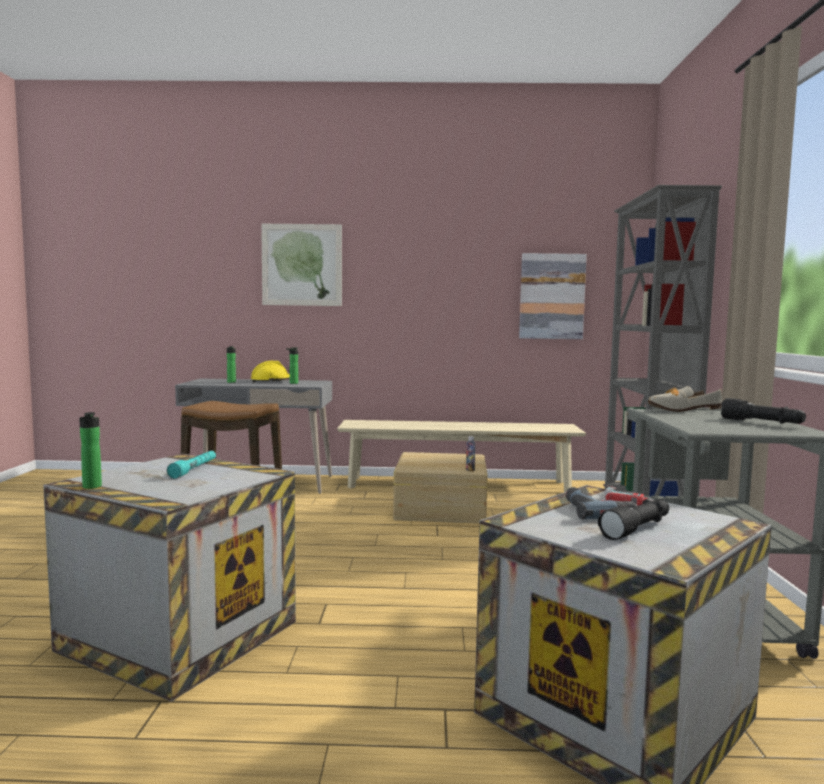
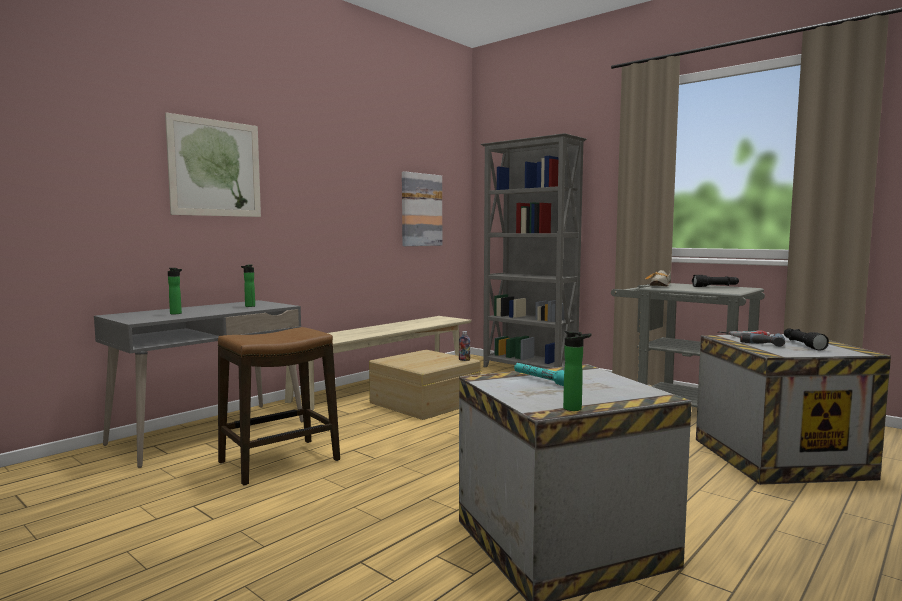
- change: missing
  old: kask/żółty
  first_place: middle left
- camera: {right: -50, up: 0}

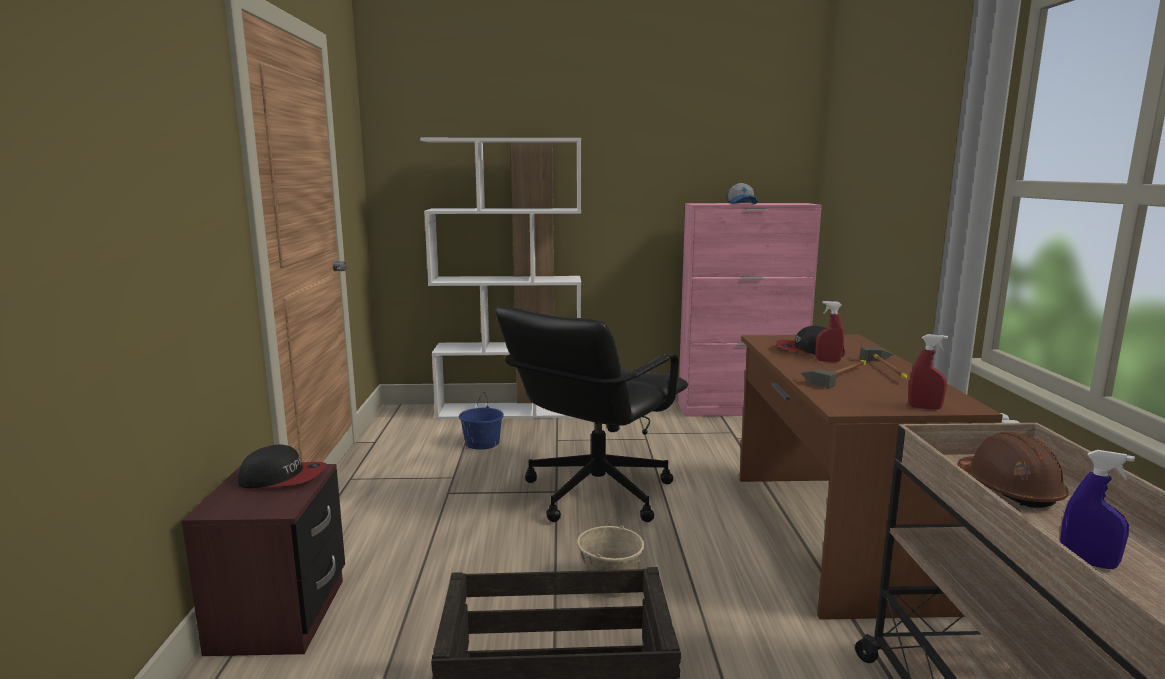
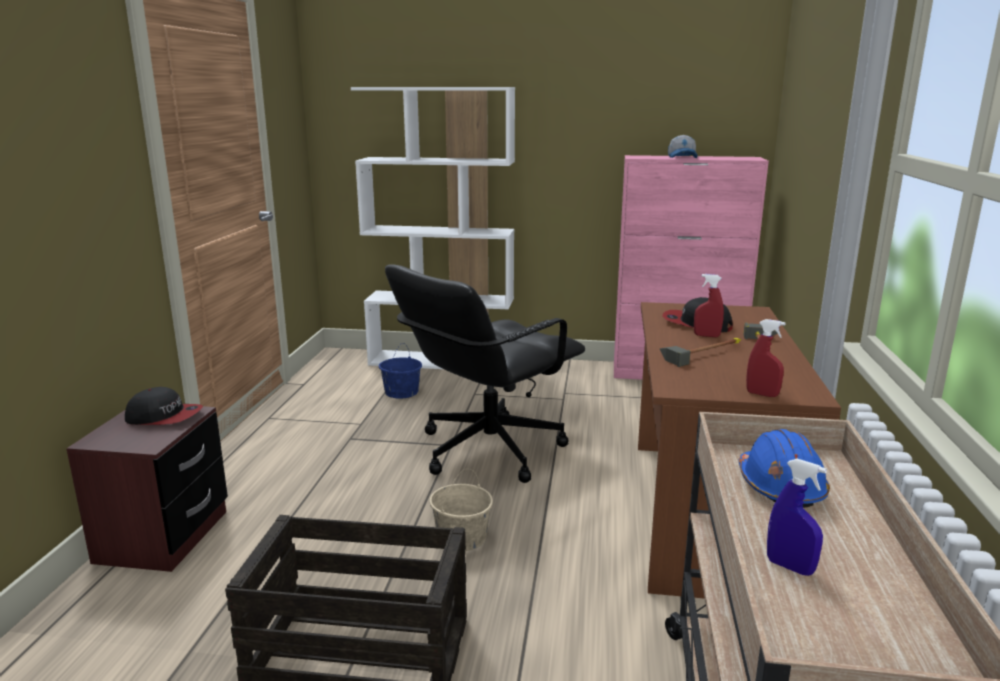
- change: colour
  old: kask/brązowy
  new: kask/niebieski
  first_place: bottom right
  second_place: bottom right
- camera: {right: 10, up: 5}

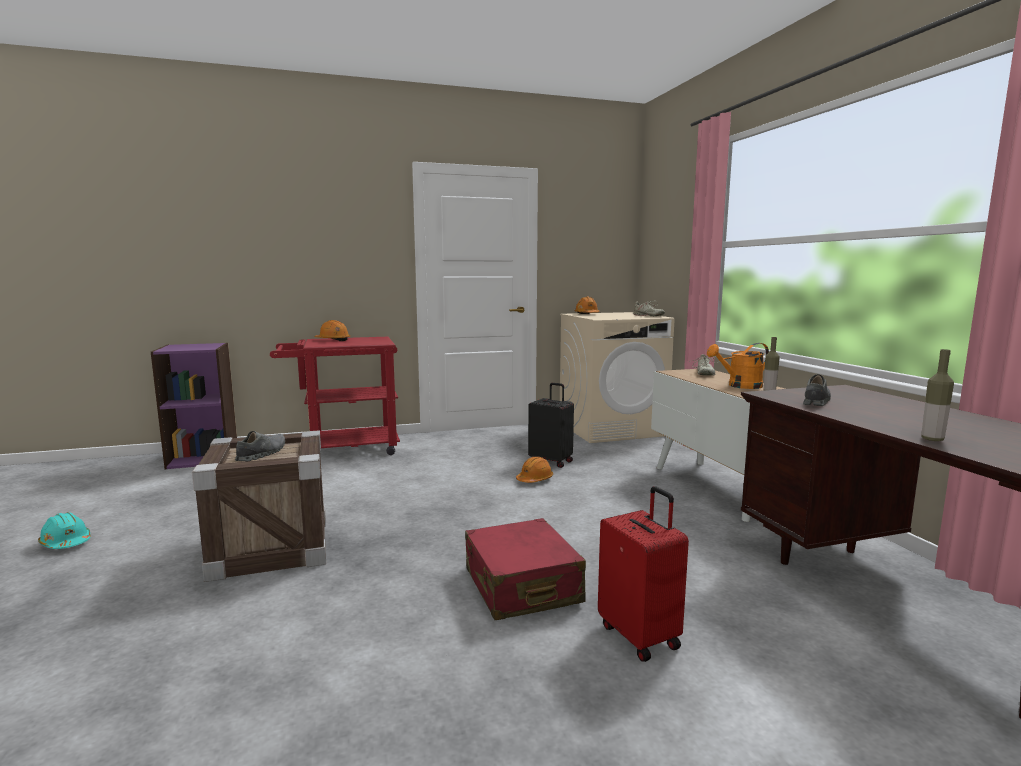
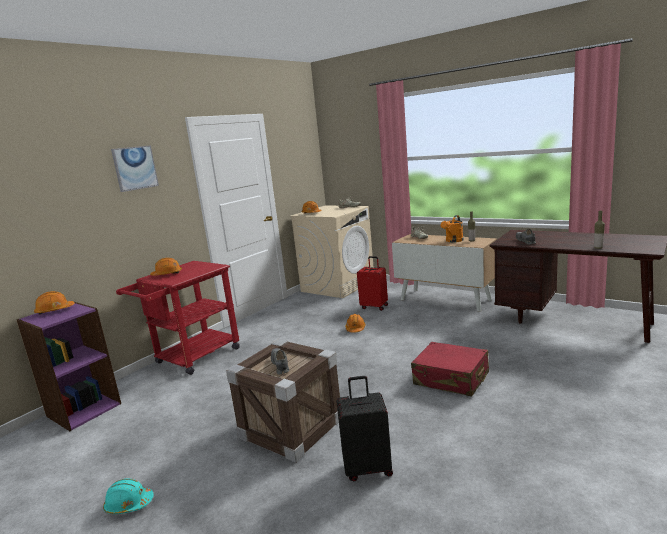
- change: relocated
  old: walizka/czarny
  first_place: centre
  second_place: bottom centre
- change: relocated
  old: walizka/czerwony (no. 2 from left in the first image)
  new: walizka/czerwony (no. 1 from left)
  first_place: bottom centre
  second_place: centre
- change: appeared
  new: kask/pomarańczowy (no. 1 from left)
  second_place: middle left
- change: appeared
  new: obraz
  second_place: top left
- camera: {right: -35, up: 5}

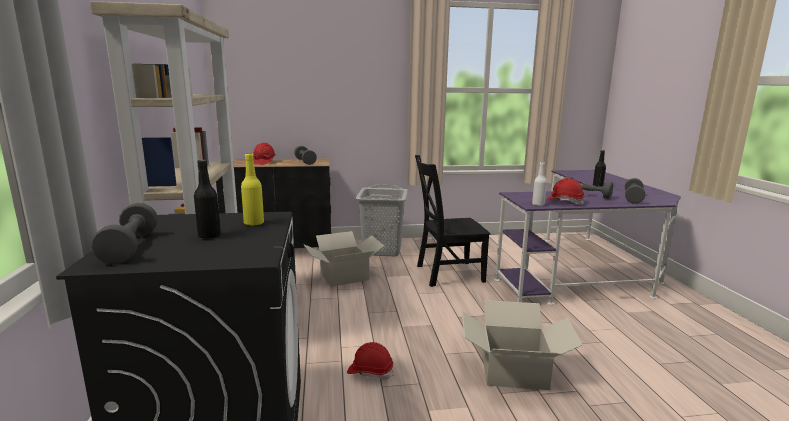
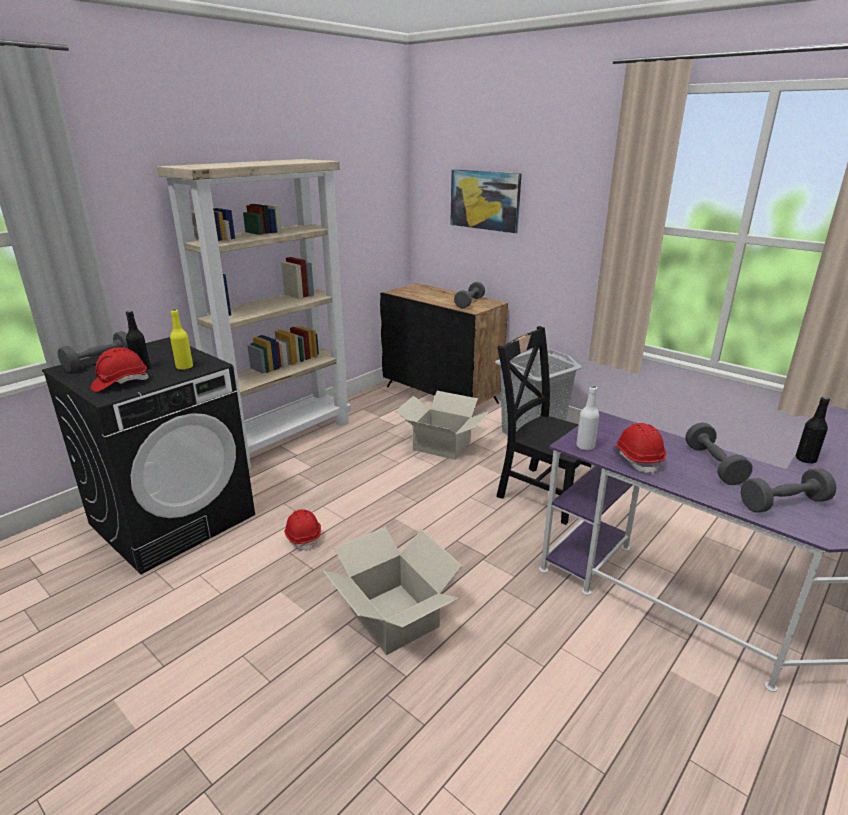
- change: relocated
  old: kask/czerwony (no. 1 from left)
  first_place: centre
  second_place: middle left
- change: appeared
  new: obraz
  second_place: top centre
- camera: {right: 50, up: 10}

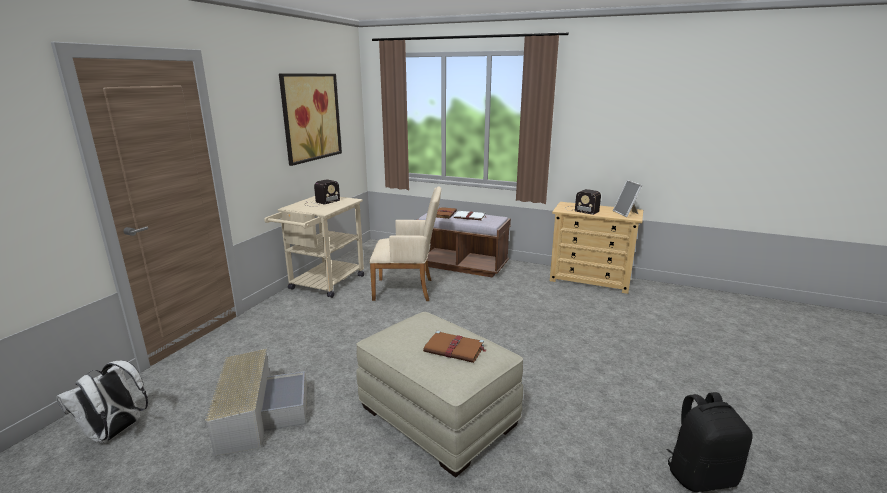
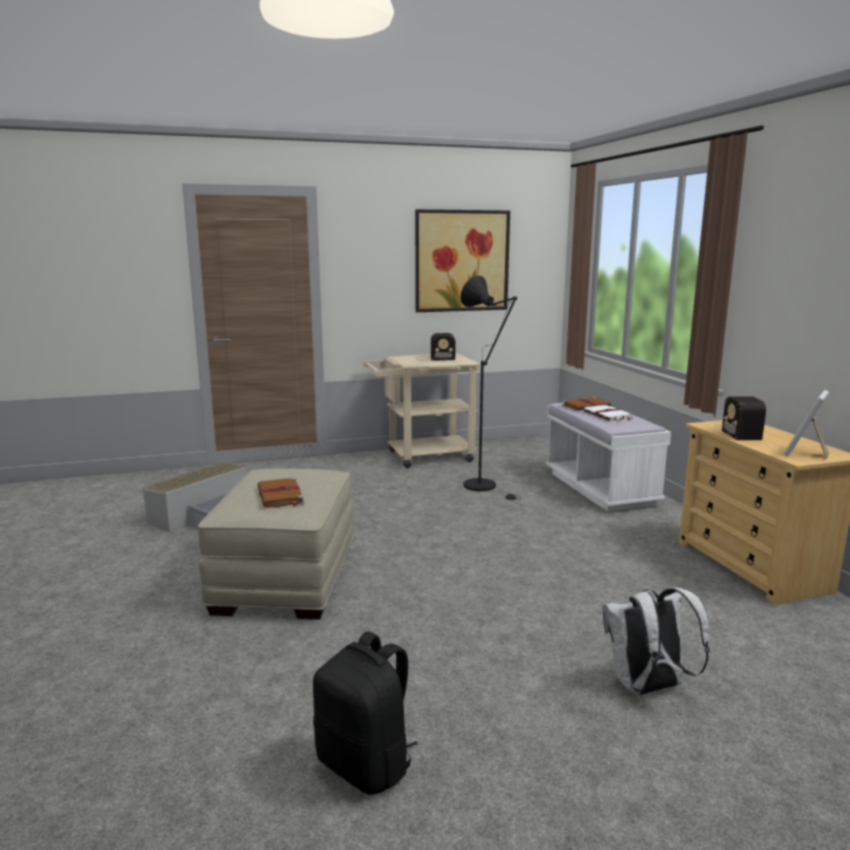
- change: relocated
  old: plecak/biały
  first_place: bottom left
  second_place: bottom right
- change: exchanged
  old: fotel/beżowy
  new: lampa stojąca/czarny
  first_place: centre
  second_place: centre
- change: colour
  old: ławka/brązowy
  new: ławka/biały
  first_place: centre
  second_place: middle right
- camera: {right: 50, up: -5}

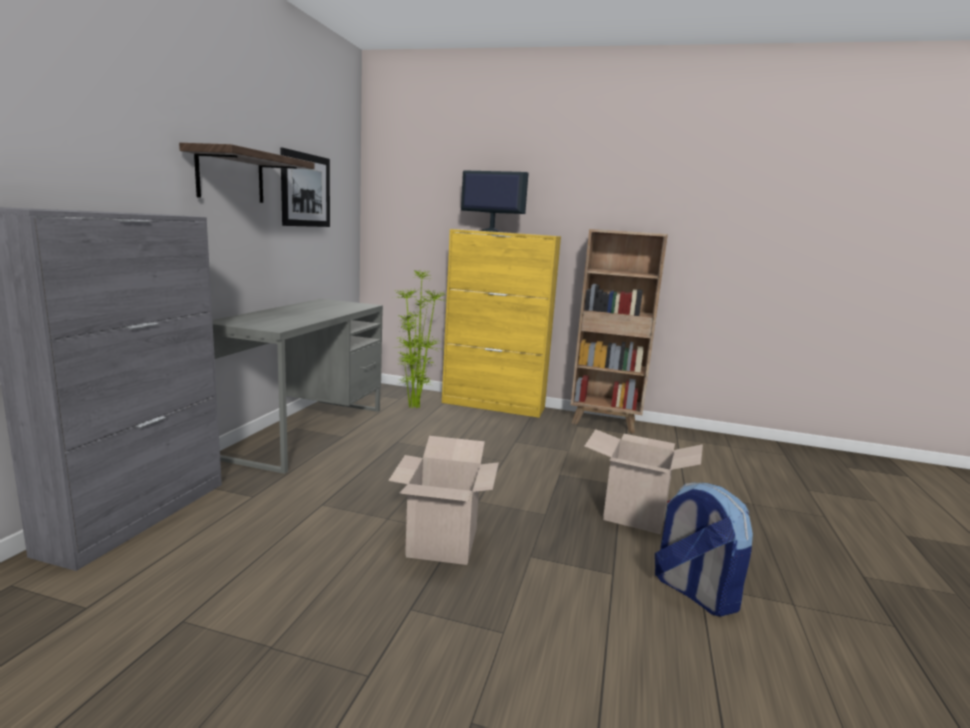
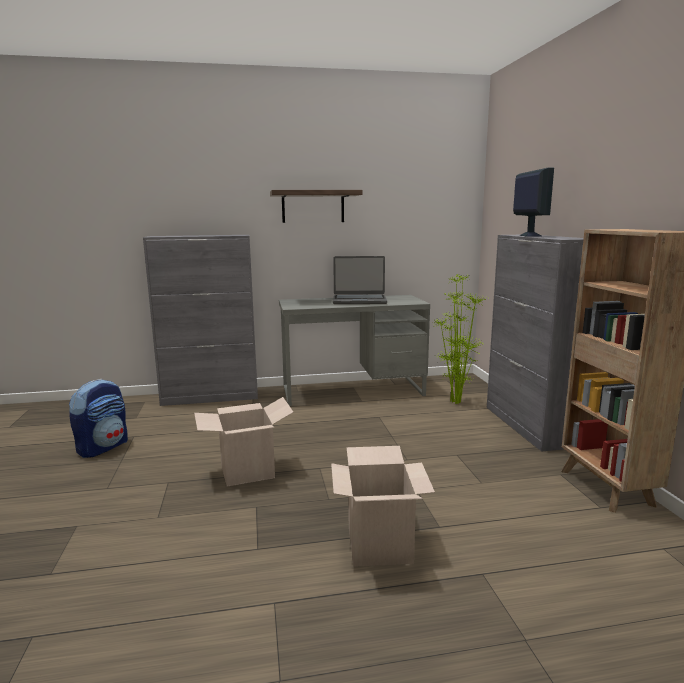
- change: missing
  old: obraz
  first_place: top left
- change: colour
  old: szafka/żółty
  new: szafka/szary (no. 2 from left)
  first_place: centre
  second_place: middle right
- change: relocated
  old: plecak
  first_place: bottom right
  second_place: middle left
- change: appeared
  new: laptop
  second_place: centre
- camera: {right: 65, up: 0}

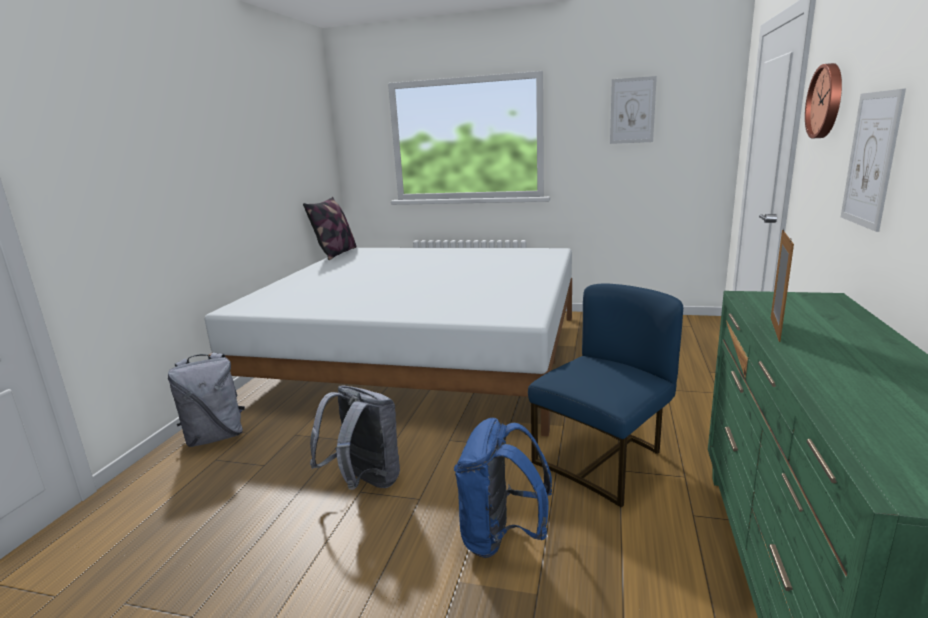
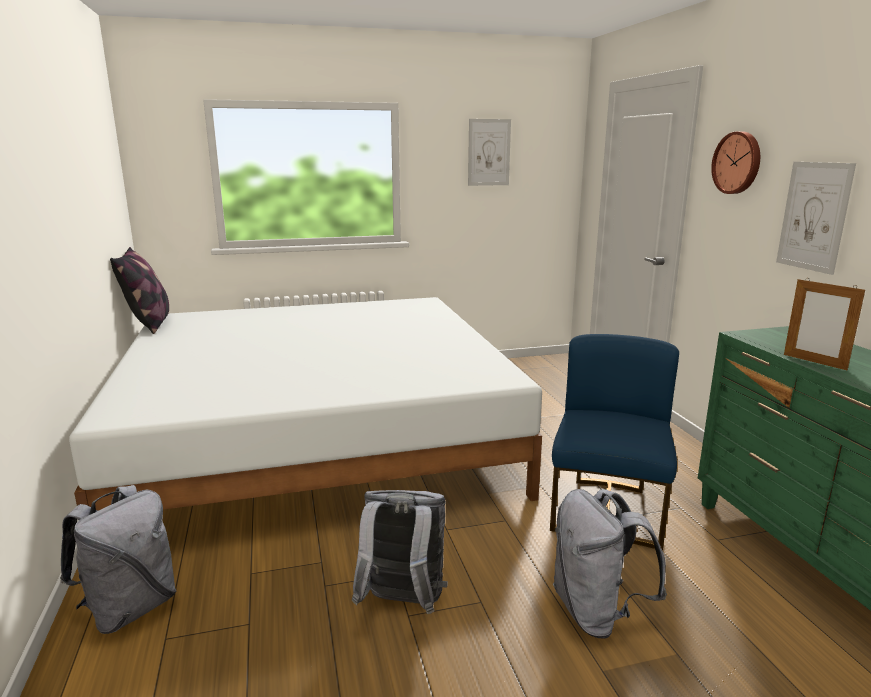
- change: colour
  old: plecak/niebieski
  new: plecak/szary (no. 3 from left)
  first_place: bottom centre
  second_place: bottom right
- change: spun
  old: ramka na zdjęcie
  first_place: middle right
  second_place: middle right
  degrees: 150
- camera: {right: -30, up: 0}

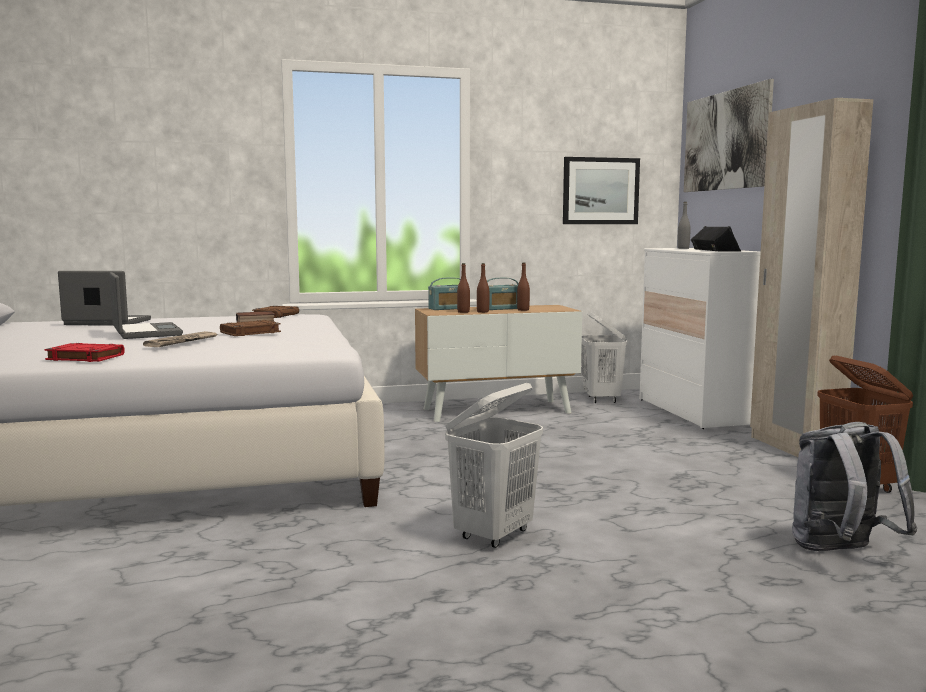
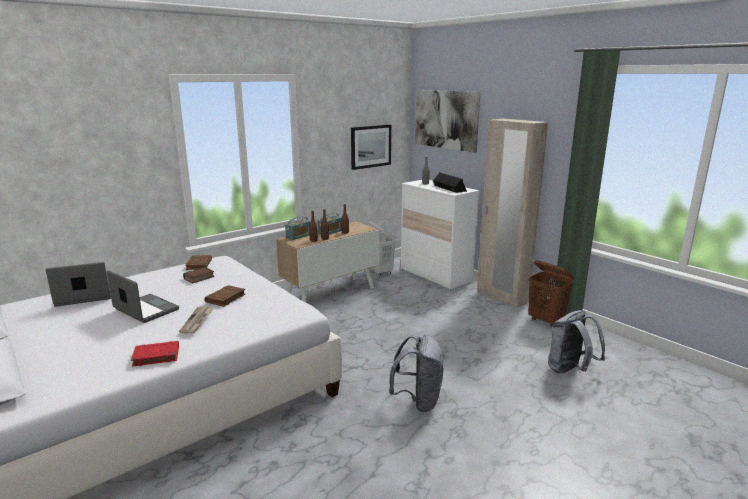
- change: exchanged
  old: kosz na pranie/biały (no. 1 from left)
  new: plecak/szary (no. 1 from left)
  first_place: bottom centre
  second_place: bottom centre
- camera: {right: -25, up: 10}

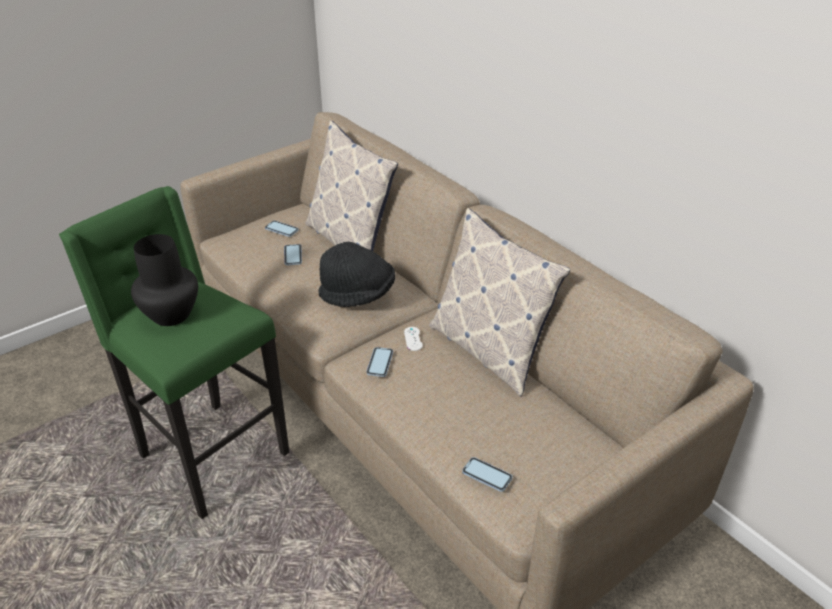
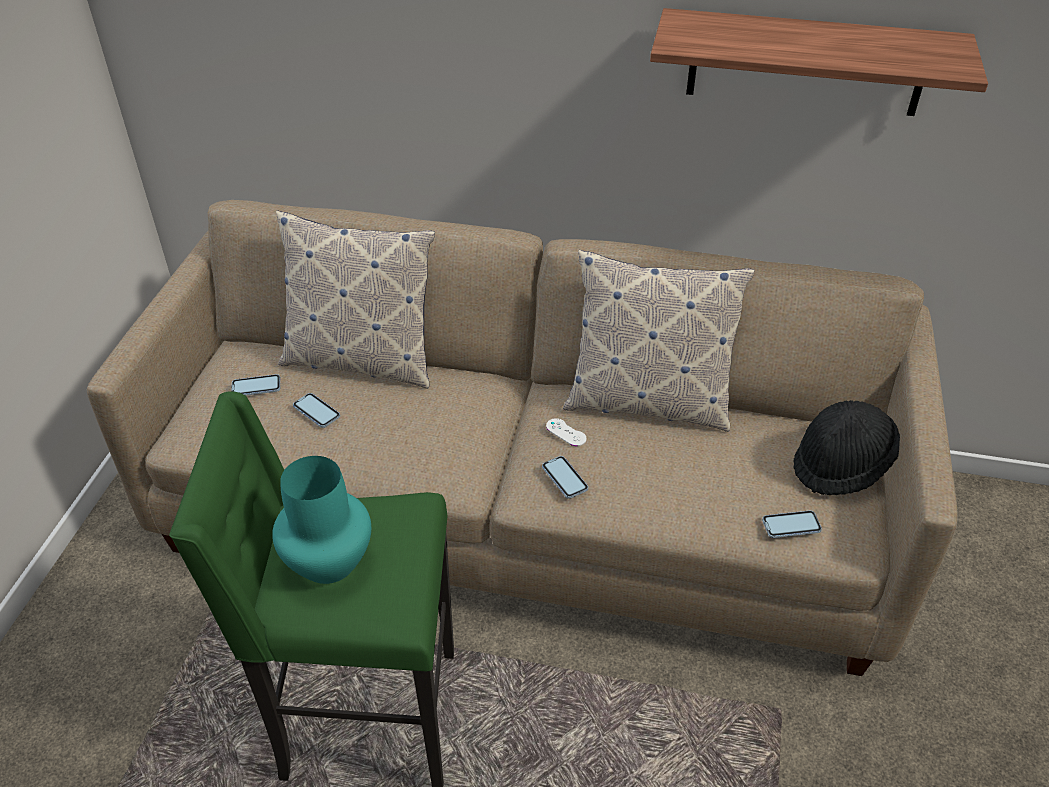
- change: colour
  old: wazon/czarny
  new: wazon/turkusowy
  first_place: middle left
  second_place: middle left
- change: relocated
  old: kapelusz/czarny
  first_place: centre
  second_place: middle right
- change: appeared
  new: półka
  second_place: top right
- camera: {right: -40, up: 5}

